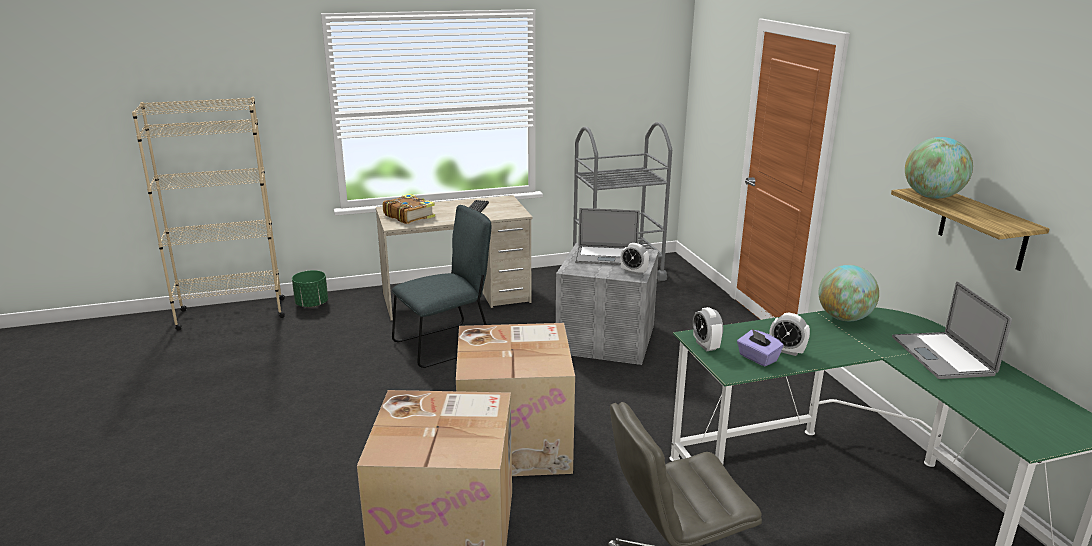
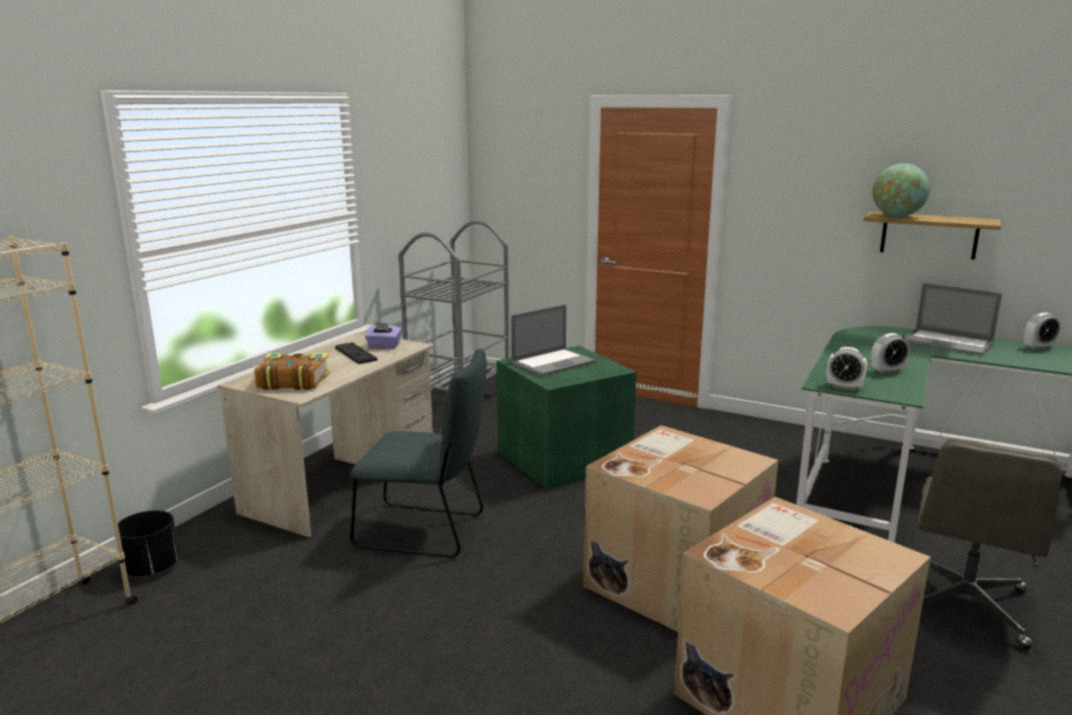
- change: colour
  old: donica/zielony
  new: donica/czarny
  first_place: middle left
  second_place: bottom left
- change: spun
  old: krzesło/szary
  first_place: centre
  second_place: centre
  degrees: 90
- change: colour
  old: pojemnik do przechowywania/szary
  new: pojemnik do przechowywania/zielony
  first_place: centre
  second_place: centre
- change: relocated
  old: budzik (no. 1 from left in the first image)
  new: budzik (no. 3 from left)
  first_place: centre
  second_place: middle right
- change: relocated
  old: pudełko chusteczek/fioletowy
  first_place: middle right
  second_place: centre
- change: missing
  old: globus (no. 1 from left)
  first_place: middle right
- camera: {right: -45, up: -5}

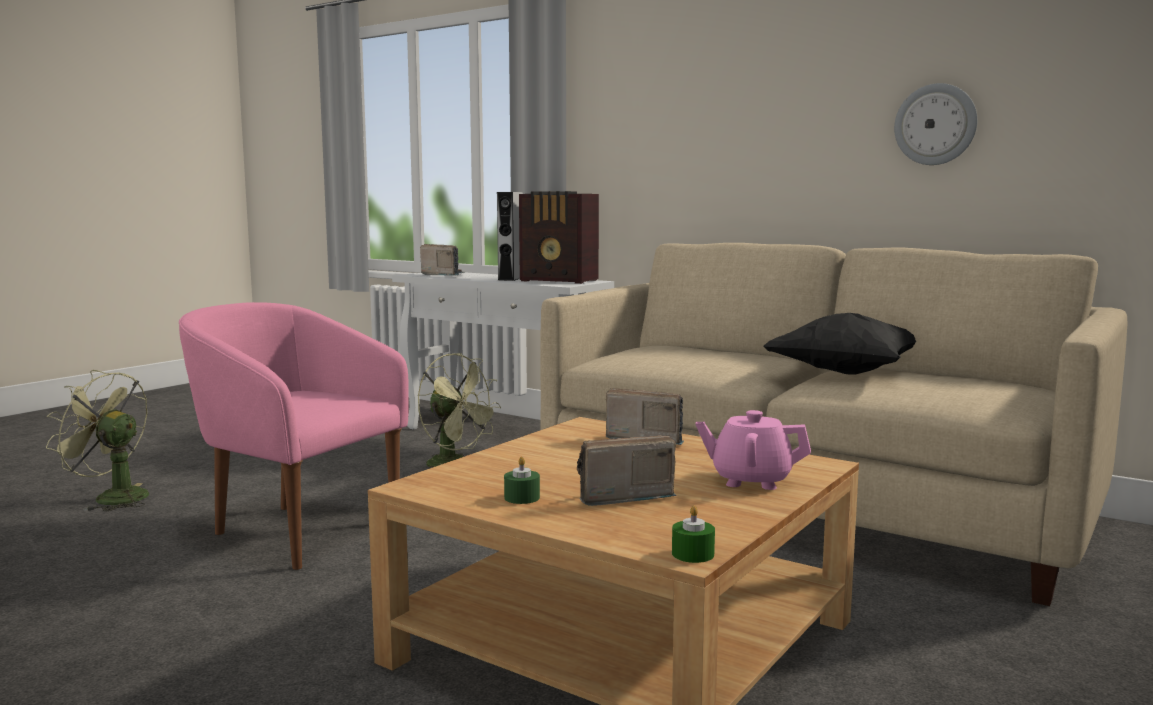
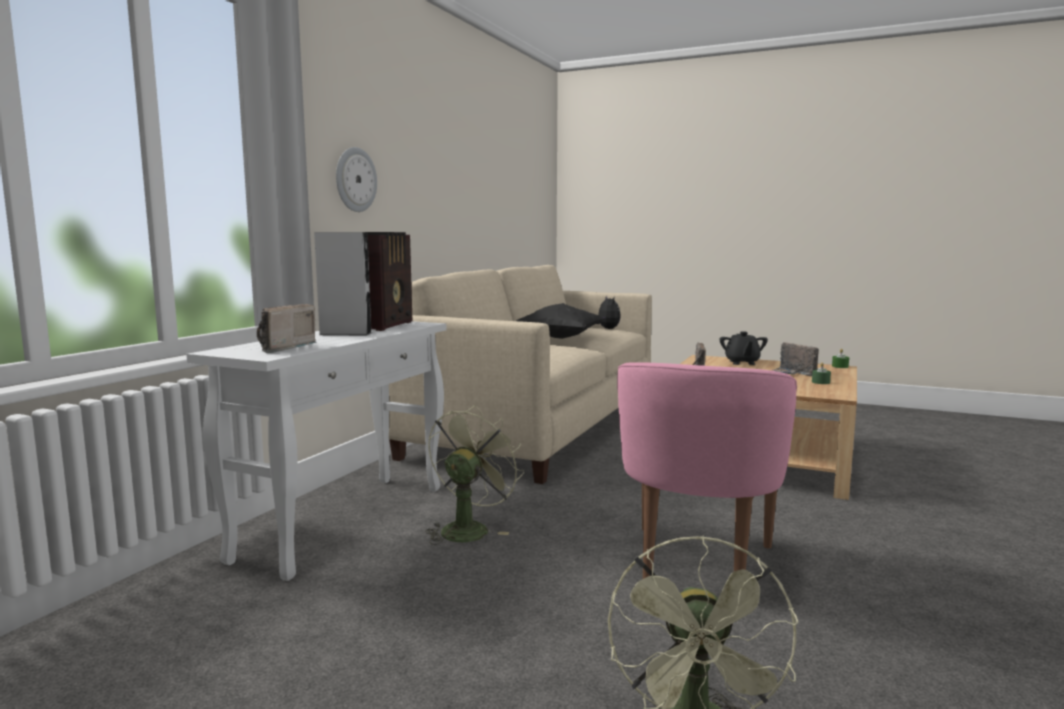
- change: colour
  old: imbryk/różowy
  new: imbryk/czarny
  first_place: centre
  second_place: middle right
- change: relocated
  old: zegar ścienny
  first_place: top right
  second_place: top centre
- change: appeared
  new: pluszak
  second_place: centre
- camera: {right: -100, up: 0}

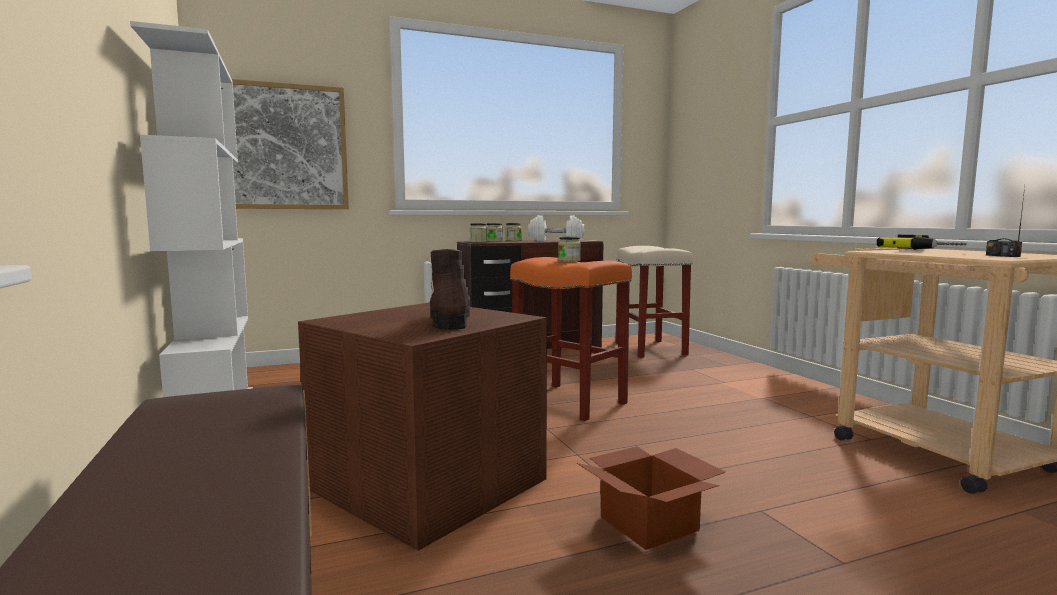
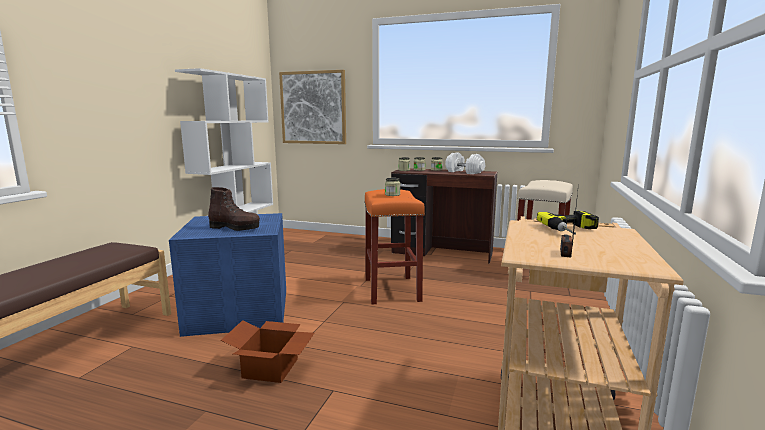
- change: colour
  old: pojemnik do przechowywania/brązowy
  new: pojemnik do przechowywania/niebieski
  first_place: bottom centre
  second_place: middle left
- change: spun
  old: but z cholewką/brązowy
  first_place: centre
  second_place: middle left
  degrees: 75
- camera: {right: 40, up: 5}

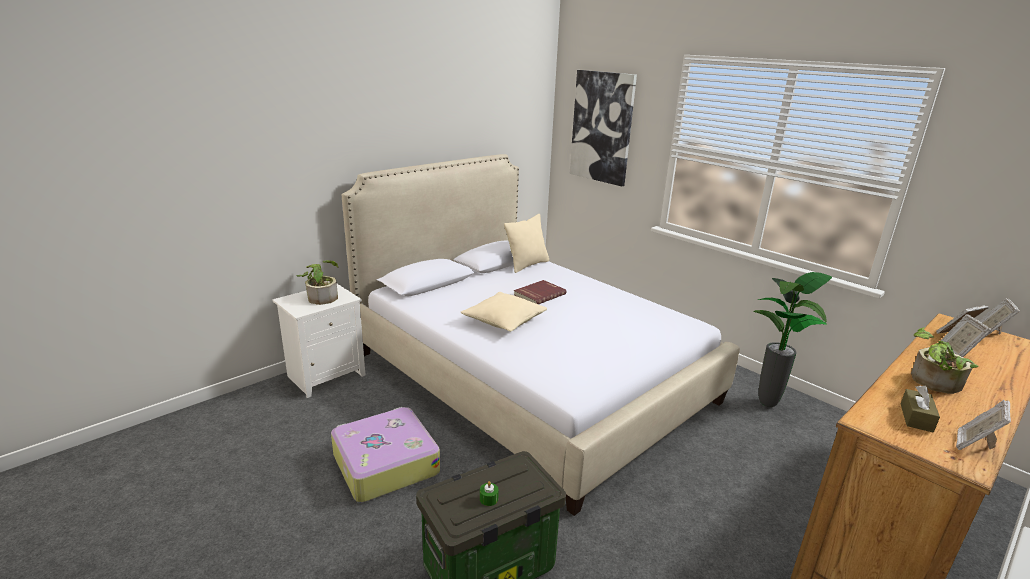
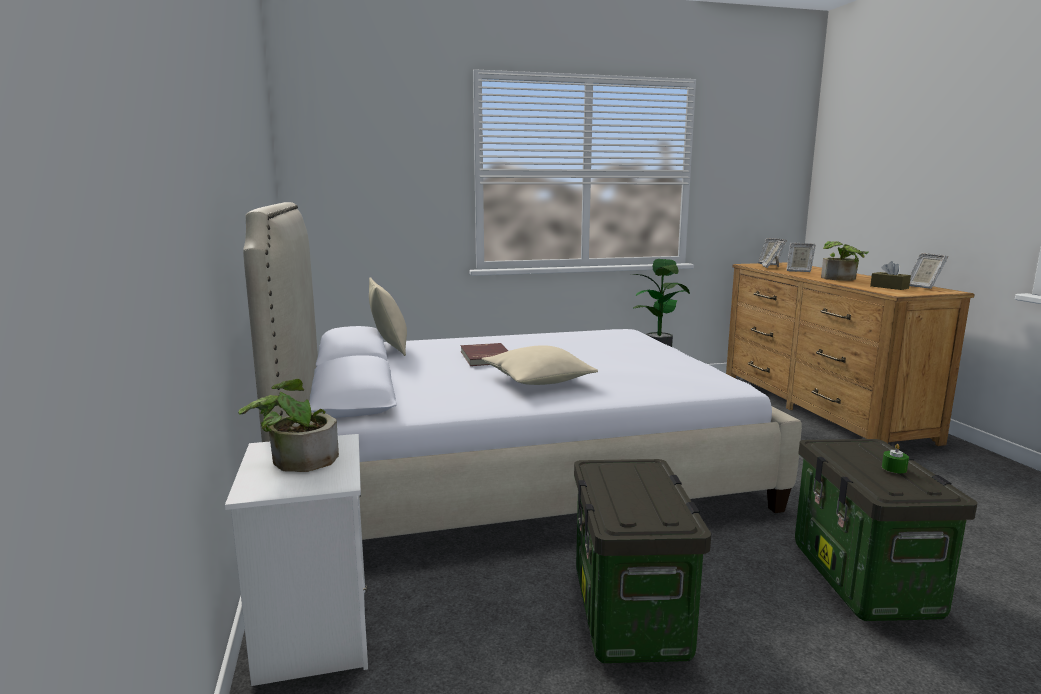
- change: exchanged
  old: walizka
  new: pojemnik do przechowywania (no. 1 from left)
  first_place: bottom centre
  second_place: bottom centre
- change: missing
  old: obraz
  first_place: top centre
- camera: {right: -60, up: -10}

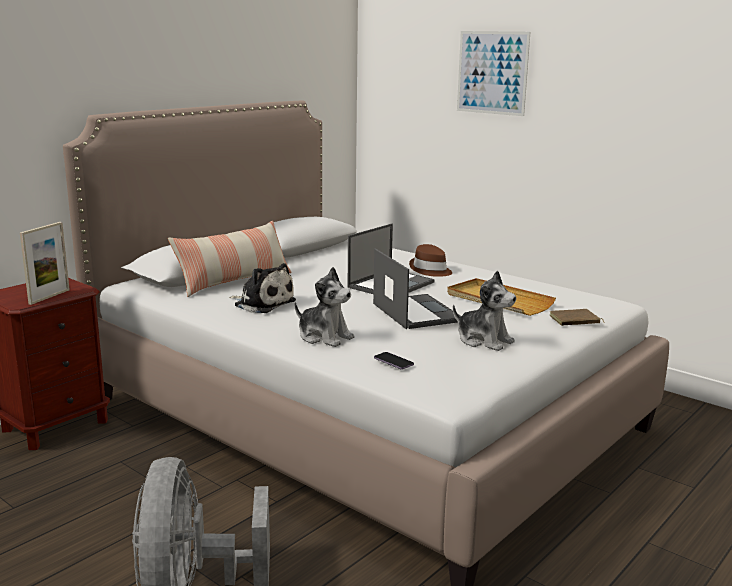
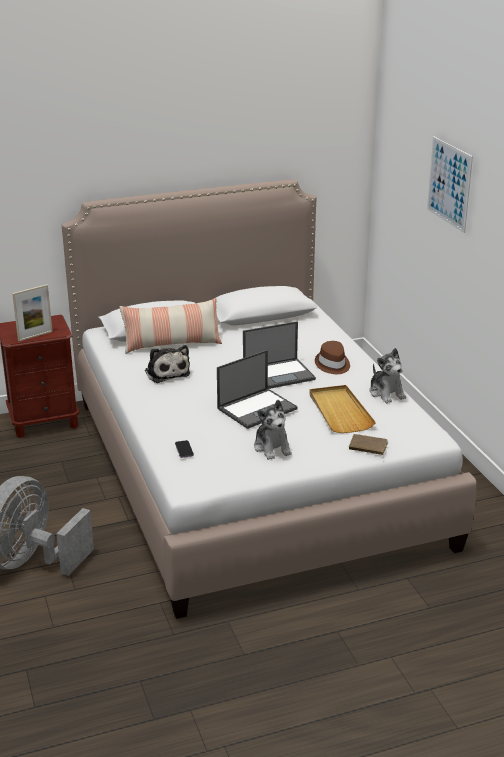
- change: relocated
  old: pluszak (no. 2 from left in the first image)
  new: pluszak (no. 3 from left)
  first_place: centre
  second_place: middle right
- change: spun
  old: laptop (no. 2 from left in the first image)
  first_place: centre
  second_place: centre
  degrees: 45
- camera: {right: 30, up: 10}

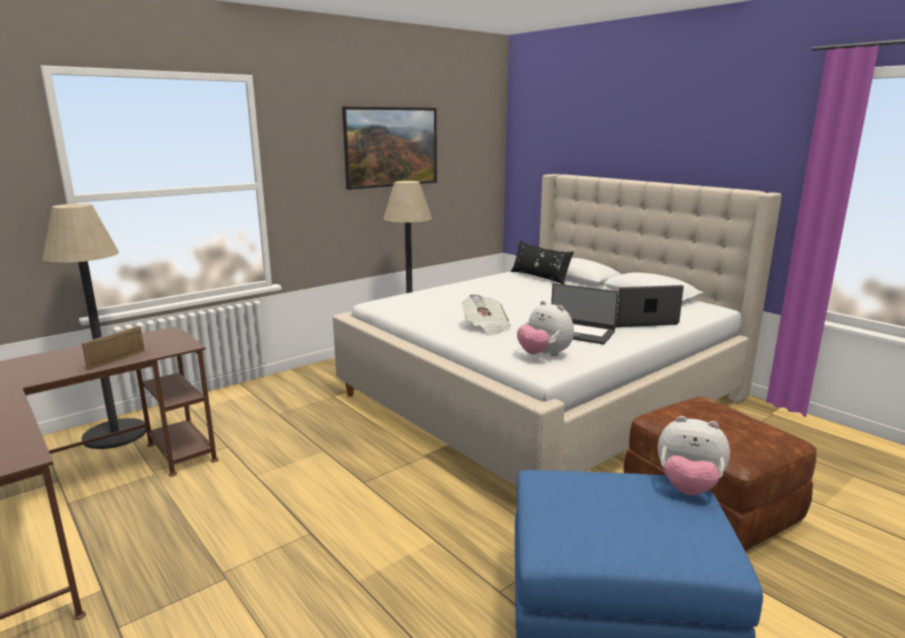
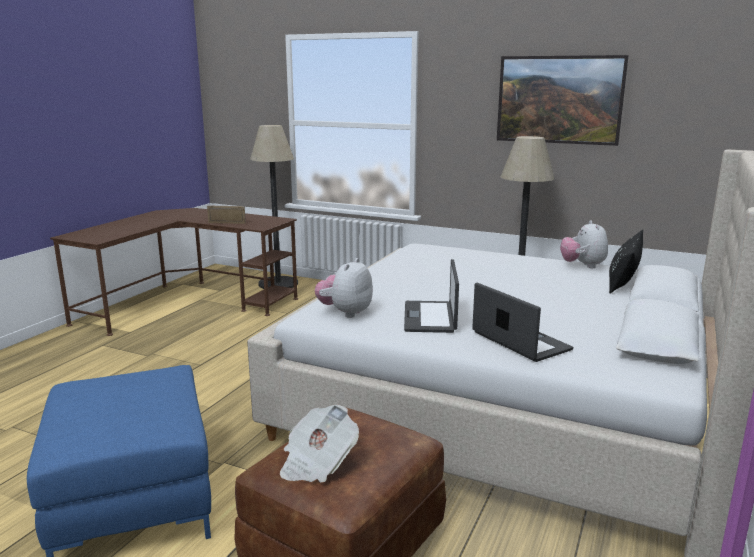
- change: relocated
  old: gazeta
  first_place: centre
  second_place: bottom centre
- change: relocated
  old: pluszak (no. 2 from left)
  first_place: bottom right
  second_place: middle right
- camera: {right: 65, up: 0}

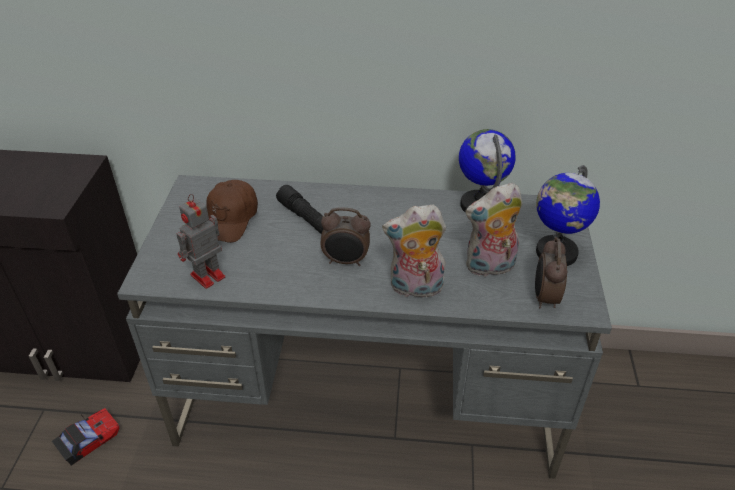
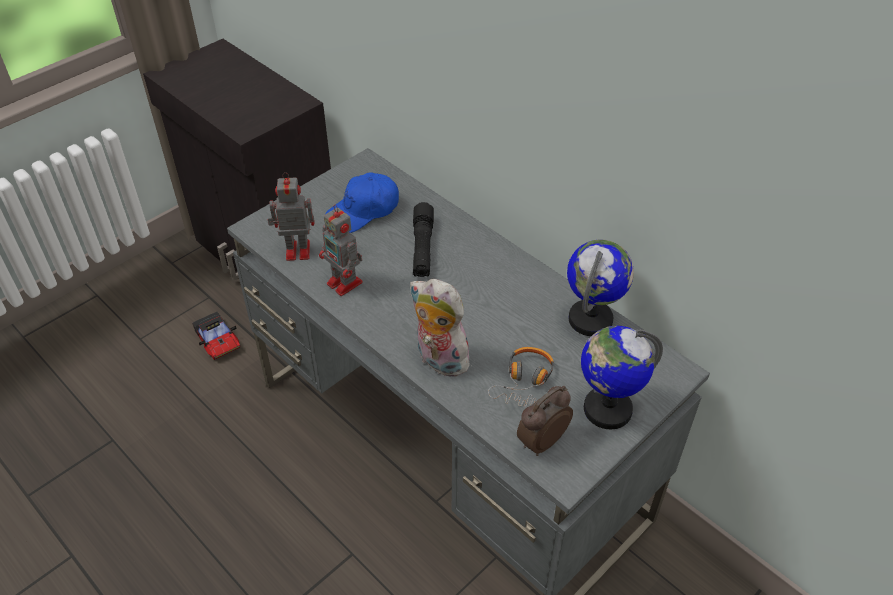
- change: spun
  old: samochodzik
  first_place: bottom left
  second_place: middle left
  degrees: 60
- change: colour
  old: czapka z daszkiem/brązowy
  new: czapka z daszkiem/niebieski
  first_place: middle left
  second_place: centre
- change: missing
  old: budzik (no. 1 from left)
  first_place: centre
- change: exchanged
  old: pluszak (no. 2 from left)
  new: słuchawki
  first_place: middle right
  second_place: centre
- change: appeared
  new: robot zabawkowy (no. 2 from left)
  second_place: centre
- camera: {right: 40, up: 5}

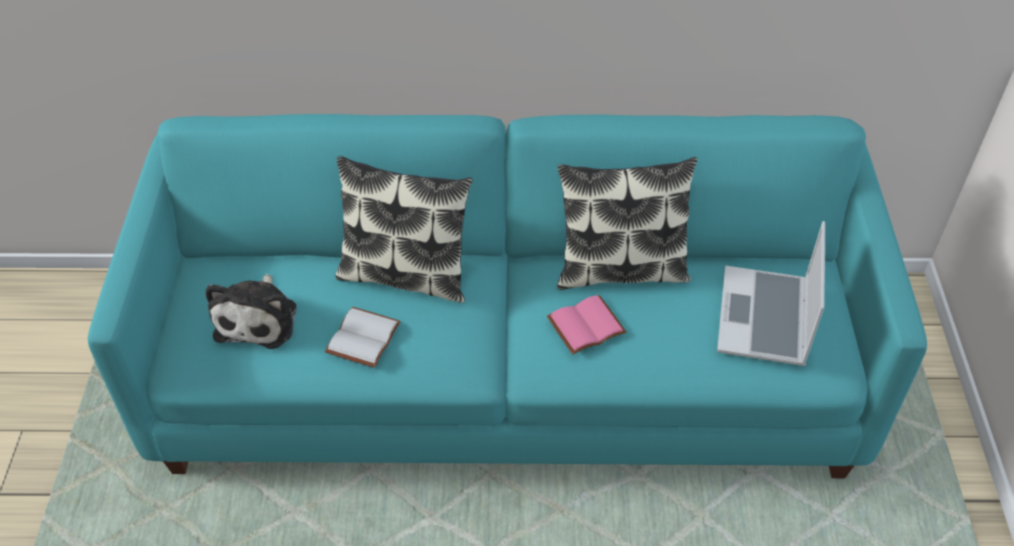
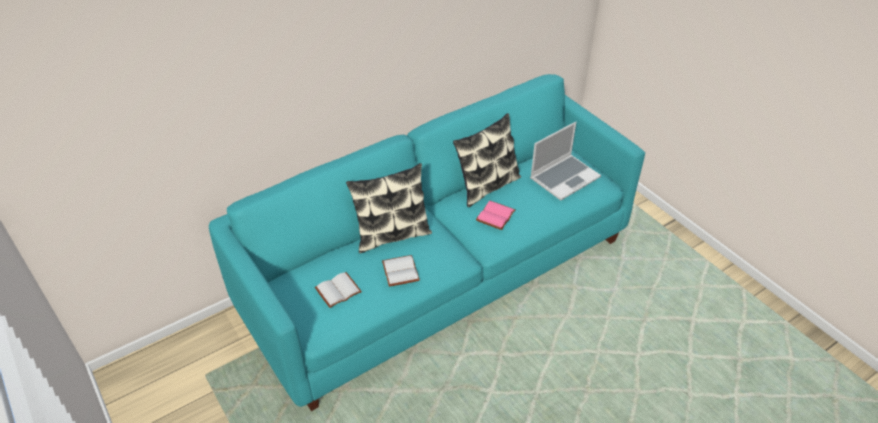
- change: exchanged
  old: pluszak
  new: książka/biały (no. 1 from left)
  first_place: middle left
  second_place: bottom centre
- change: spun
  old: laptop
  first_place: middle right
  second_place: centre
  degrees: -105
- camera: {right: -35, up: -5}

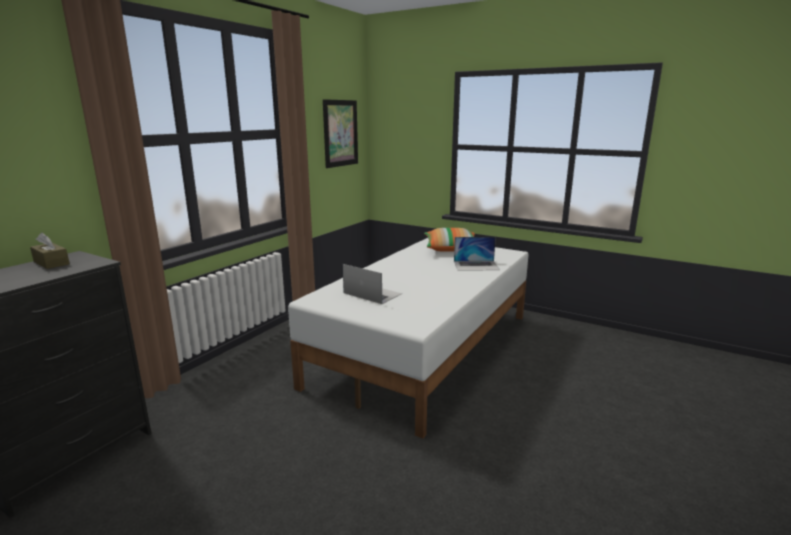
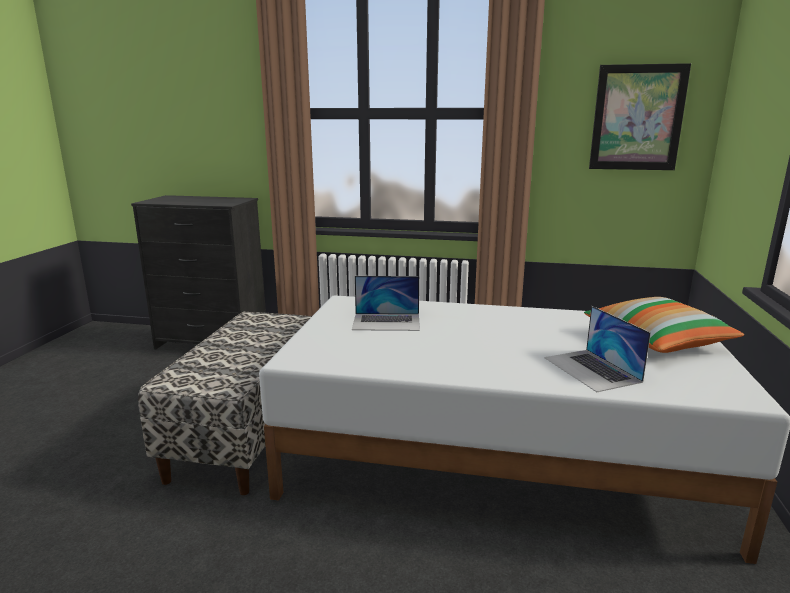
- change: missing
  old: pudełko chusteczek/brązowy
  first_place: middle left
- change: spun
  old: laptop (no. 1 from left)
  first_place: centre
  second_place: centre
  degrees: 75
- change: appeared
  new: ławka
  second_place: bottom left
- camera: {right: 70, up: 0}

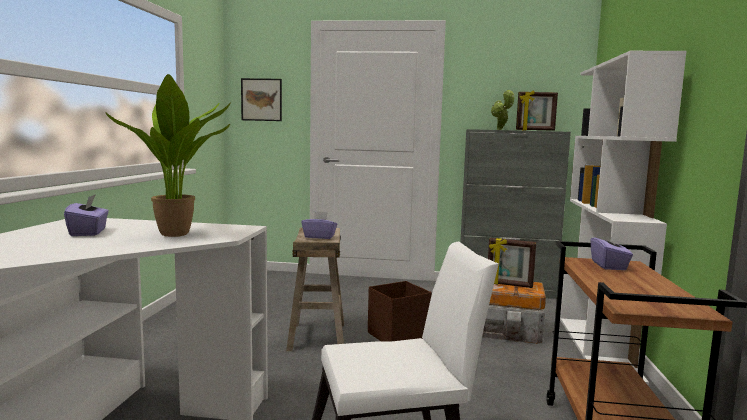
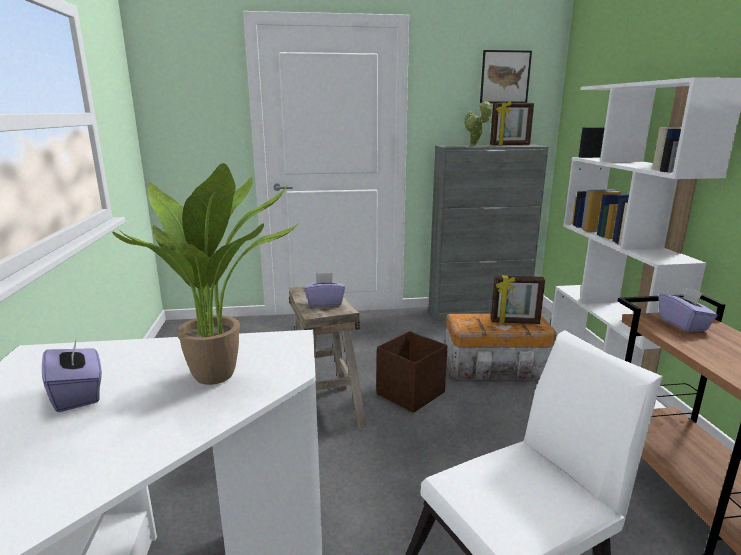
- change: relocated
  old: obraz
  first_place: top centre
  second_place: top right
- camera: {right: -15, up: 10}

